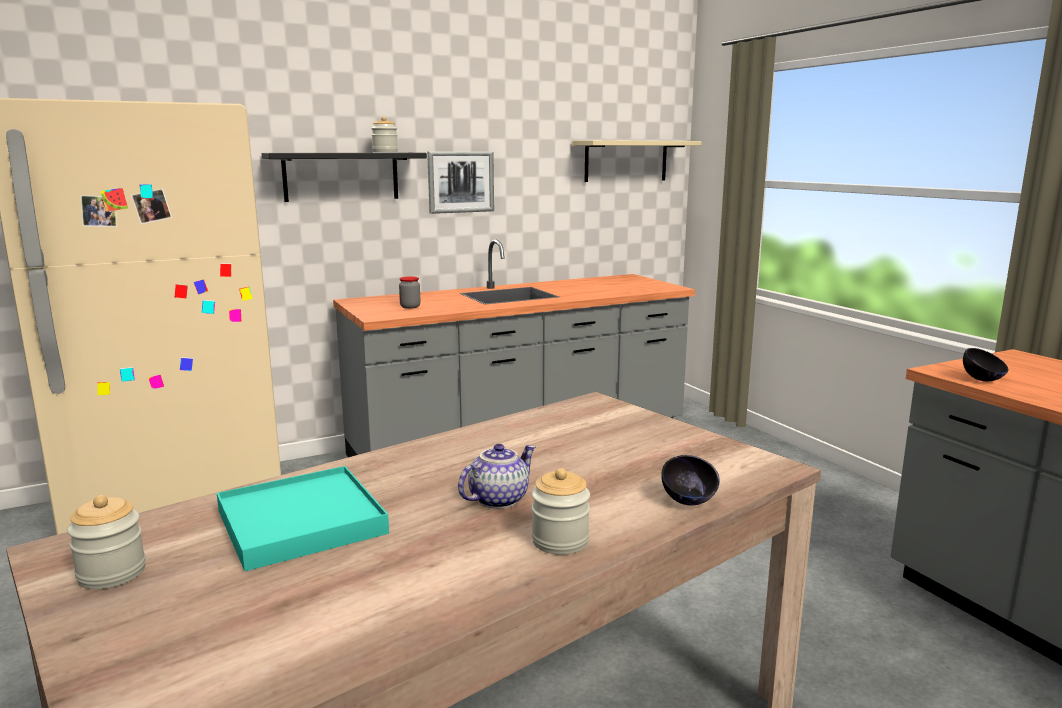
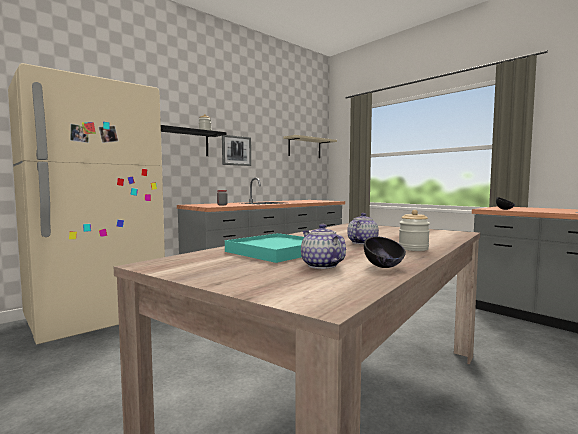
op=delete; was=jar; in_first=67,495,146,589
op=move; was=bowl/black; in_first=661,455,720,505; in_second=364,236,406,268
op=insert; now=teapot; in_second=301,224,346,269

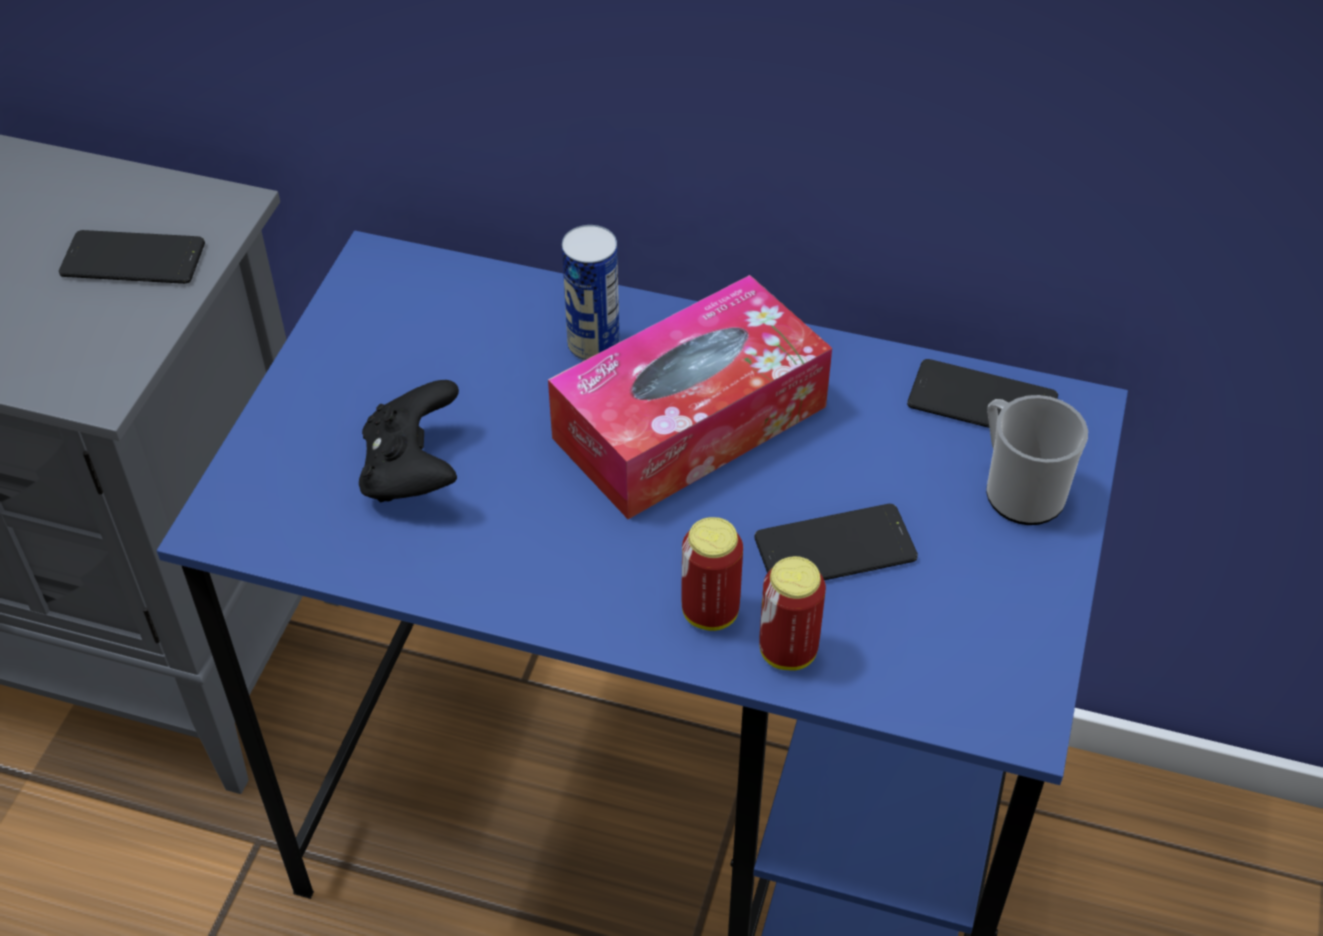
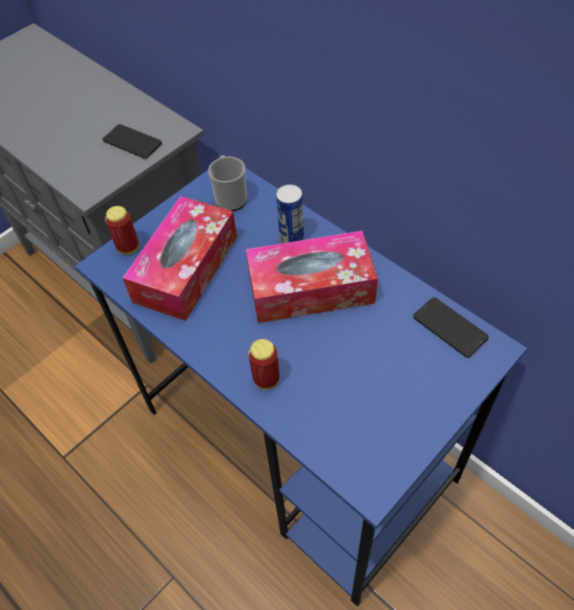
op=replace; was=game controller/black; now=tissue box; in_first=359,380,459,503; in_second=123,196,237,321
op=delete; was=phone; in_first=754,504,918,580
op=move; was=can; in_first=759,556,826,671; in_second=105,206,139,254
op=move; was=mug; in_first=986,395,1088,525; in_second=208,155,248,211

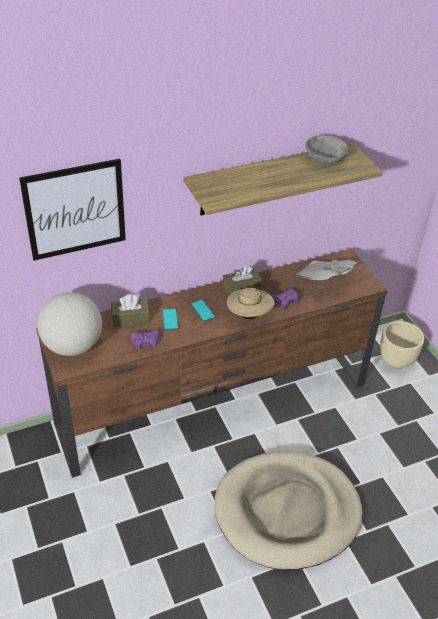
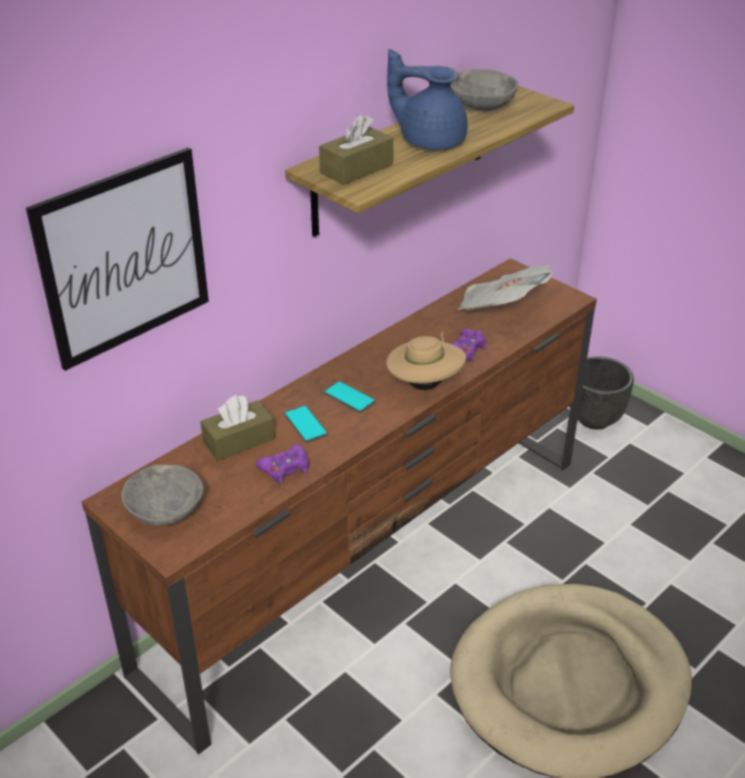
op=replace; was=globe; now=bowl/grey; in_first=37,292,102,356; in_second=121,465,204,526
op=move; was=tissue box/brown; in_first=223,266,262,297; in_second=319,114,393,185
op=recolor; was=planter/beige; now=planter/black; in_first=380,321,424,369; in_second=569,356,634,429
op=insert; now=teapot/blue; in_second=387,49,468,150

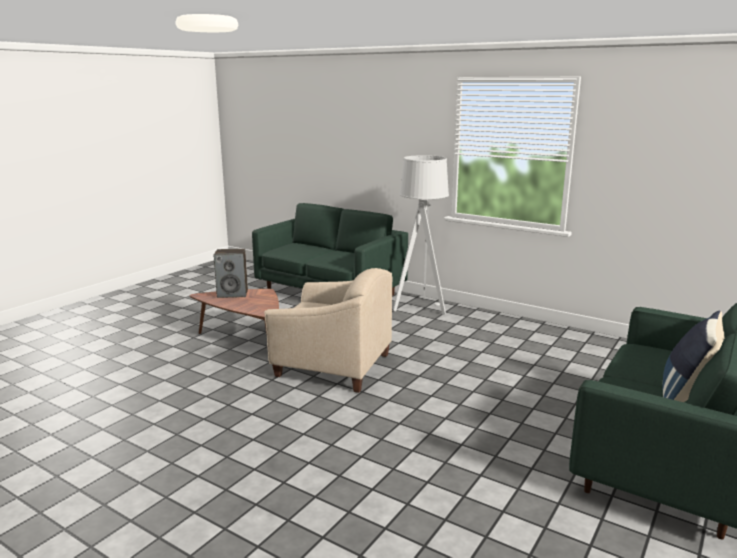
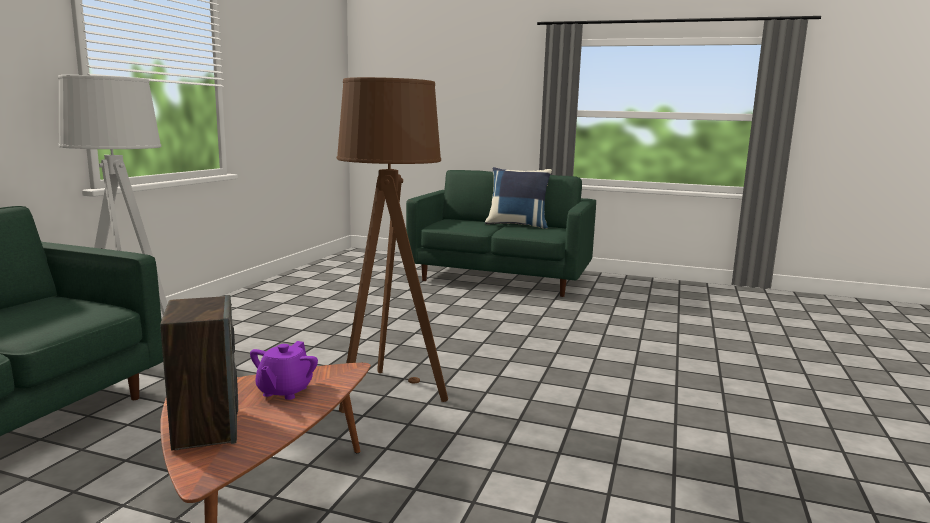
op=replace; was=armchair/beige; now=floor lamp/brown; in_first=264,268,392,393; in_second=337,77,448,413
op=insert; now=teapot/purple; in_second=250,341,318,400

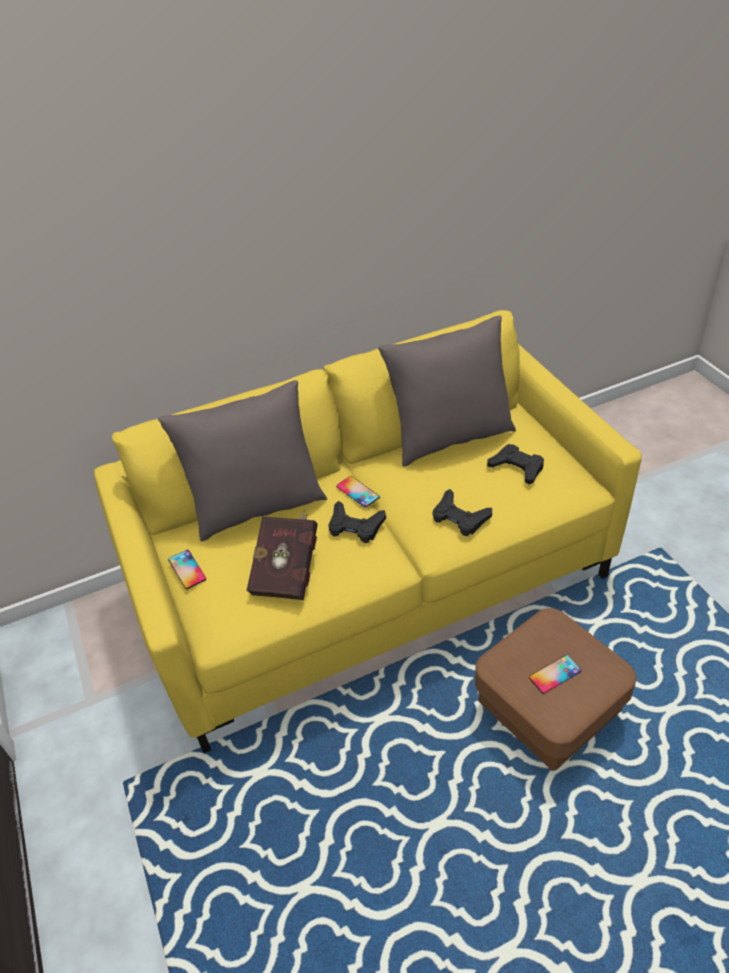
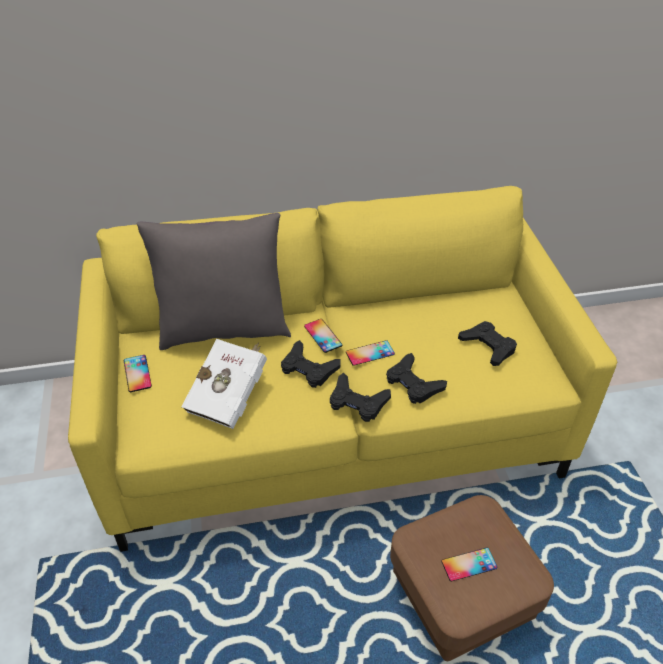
op=recolor; was=book/red; now=book/white; in_first=246,511,318,600; in_second=181,338,267,429
op=delete; was=pillow/grey; in_first=378,315,516,467
op=insert; now=game controller/black; in_second=330,373,391,422
op=insert; now=phone; in_second=346,340,395,366

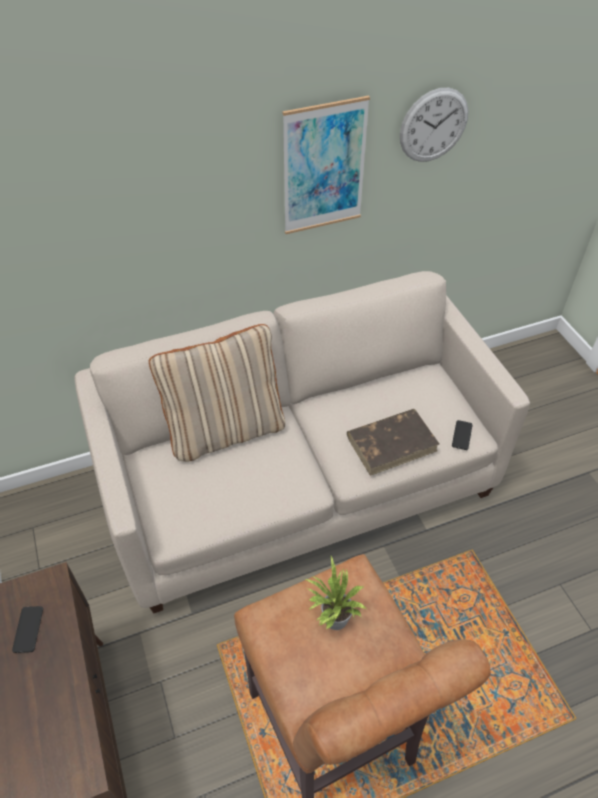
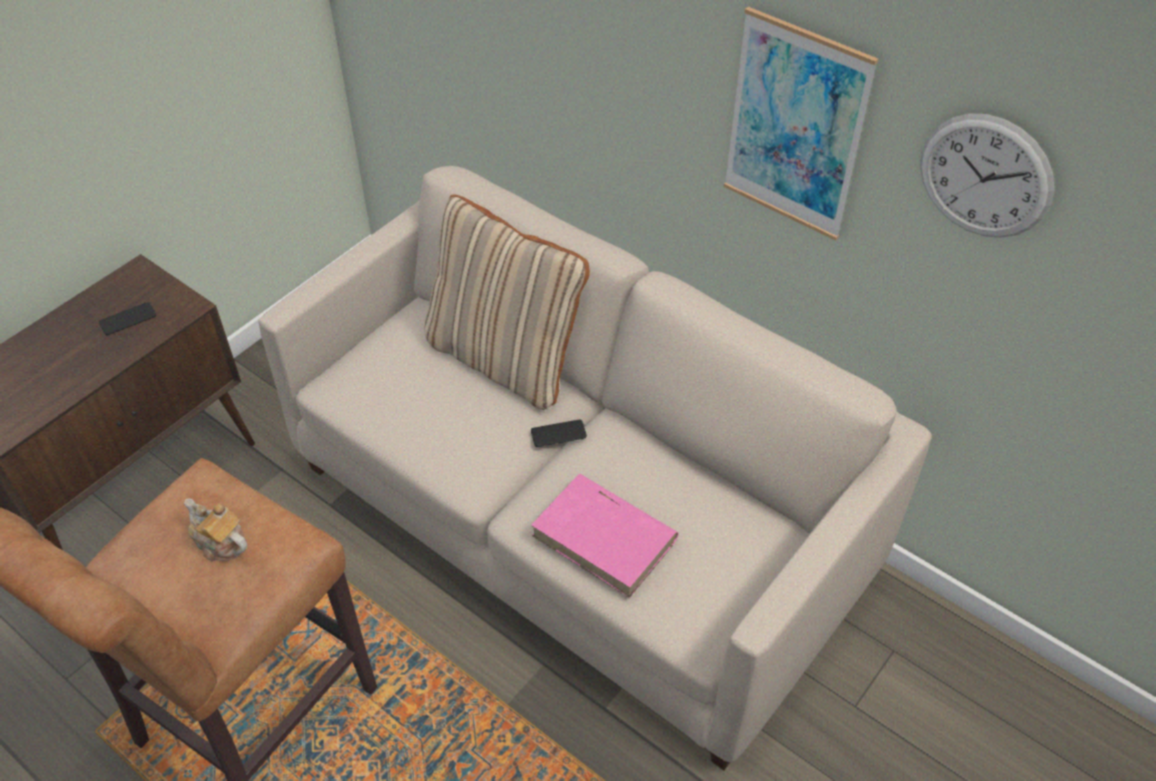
op=replace; was=potted plant; now=teapot; in_first=305,556,367,630; in_second=184,499,247,562
op=recolor; was=book/brown; now=book/pink; in_first=347,409,439,476; in_second=531,474,678,598
op=move; was=phone; in_first=452,420,472,450; in_second=531,420,587,447

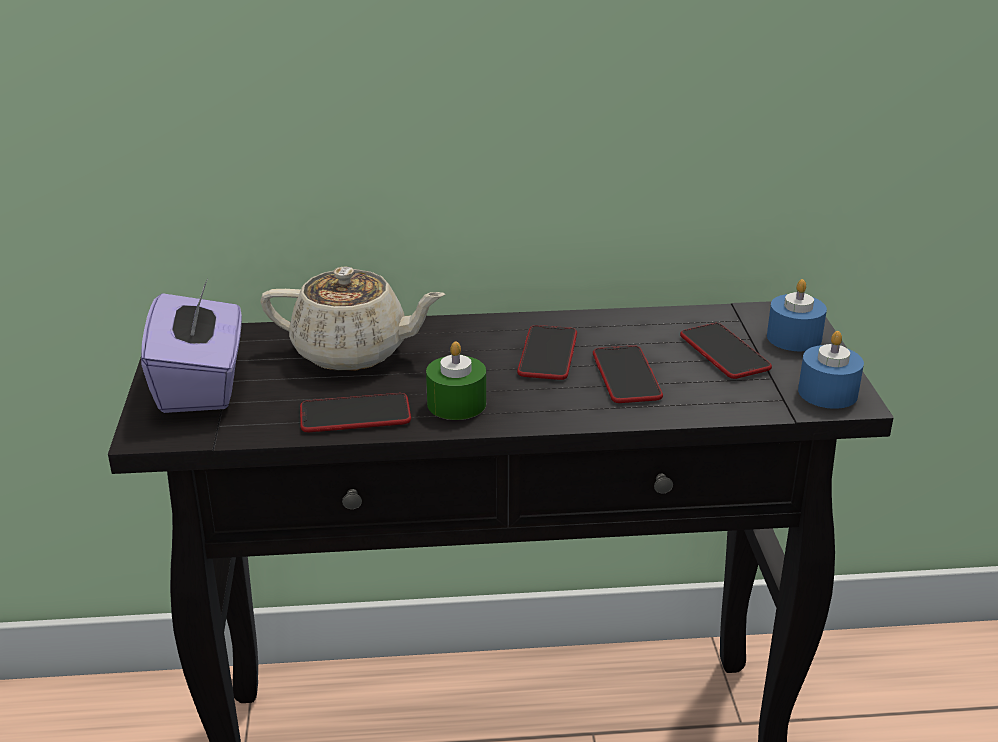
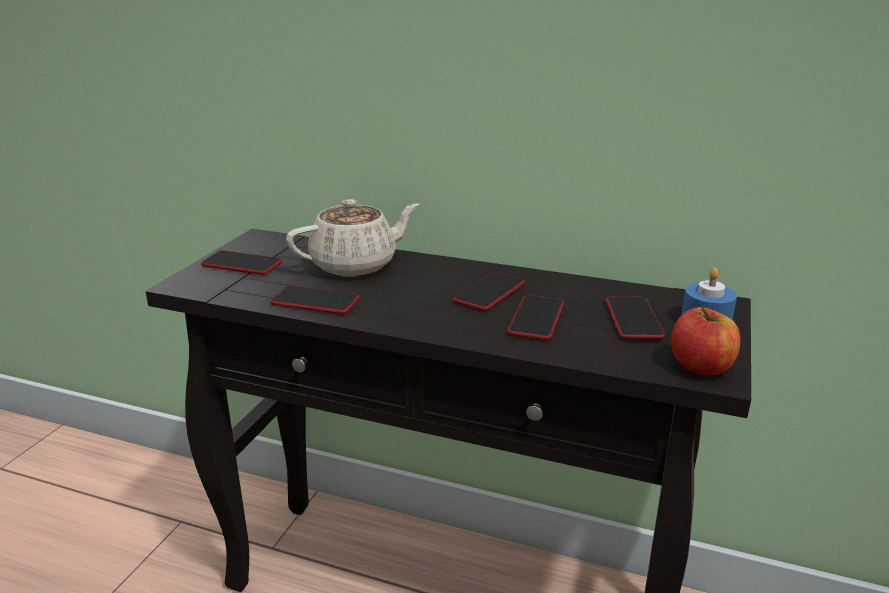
op=replace; was=tissue box/purple; now=phone; in_first=141,280,242,413; in_second=201,250,282,275
op=rotate; was=teapot/beige; in_first=261,267,446,371; in_second=286,199,419,277; clockwise=-60
op=delete; was=candle/green; in_first=426,341,486,420
op=replace; was=candle/blue; now=apple; in_first=798,331,864,409; in_second=671,307,741,376

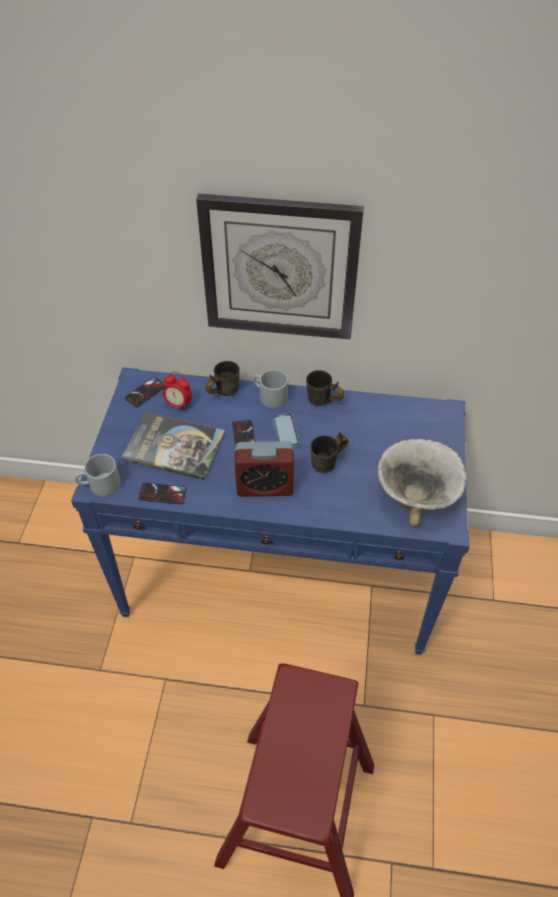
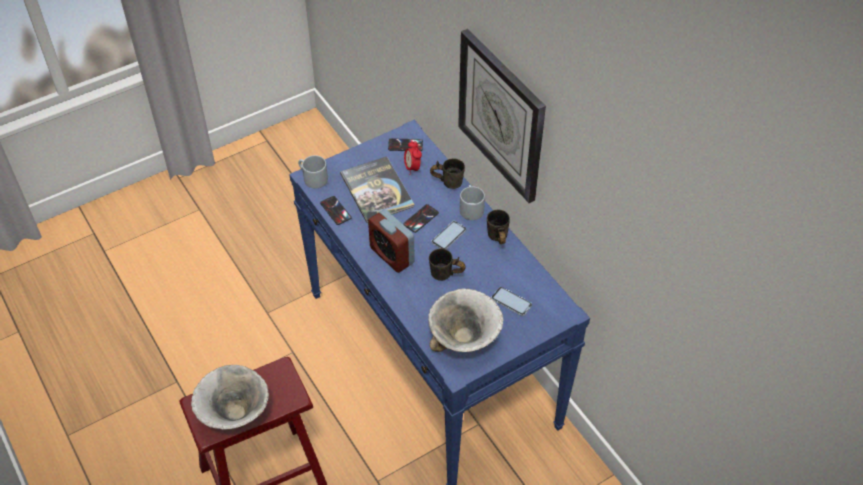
op=insert; now=bowl; in_second=191,365,269,429
op=insert; now=phone; in_second=491,287,532,316

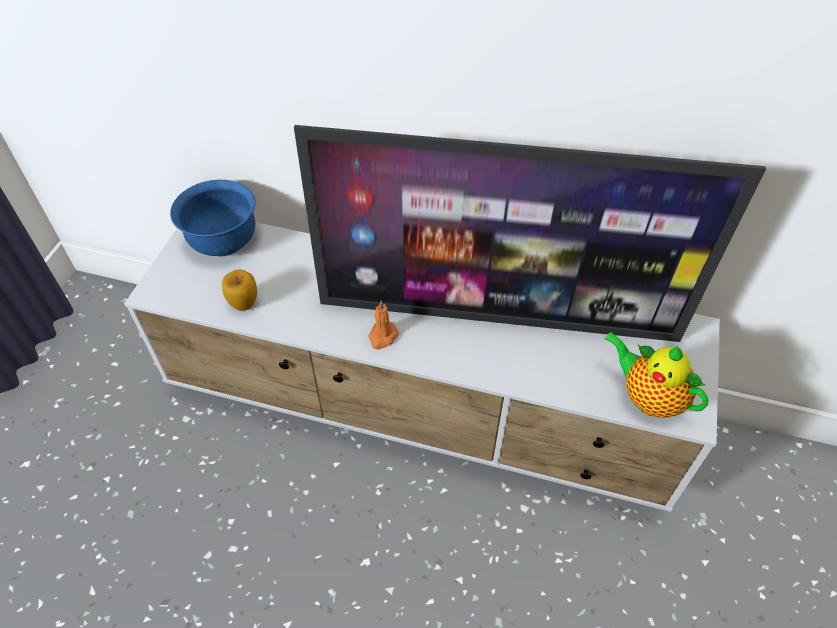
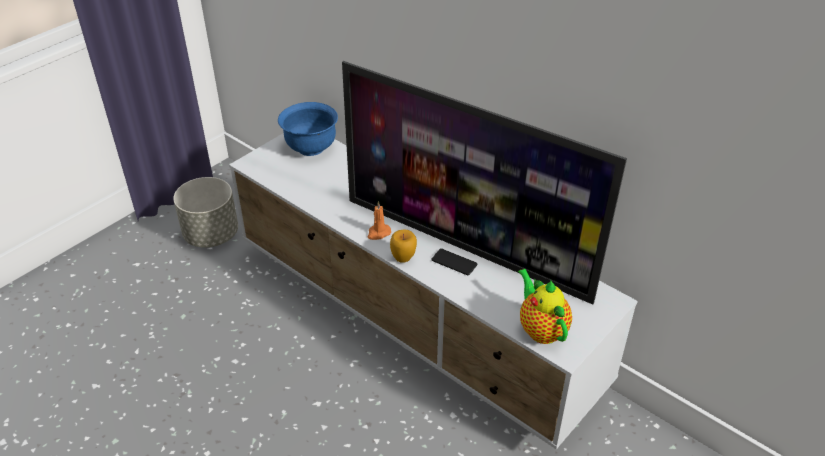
op=move; was=apple; in_first=222,269,257,311; in_second=390,229,417,263
op=insert; now=planter/grey; in_second=173,177,238,247
op=insert; now=phone; in_second=431,248,478,275

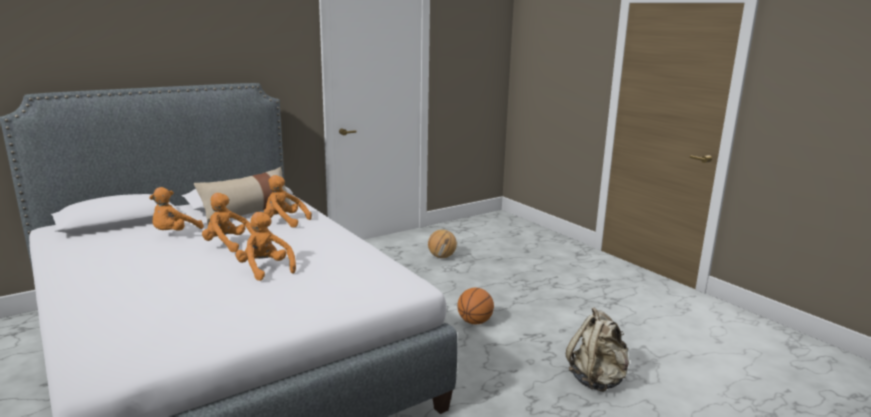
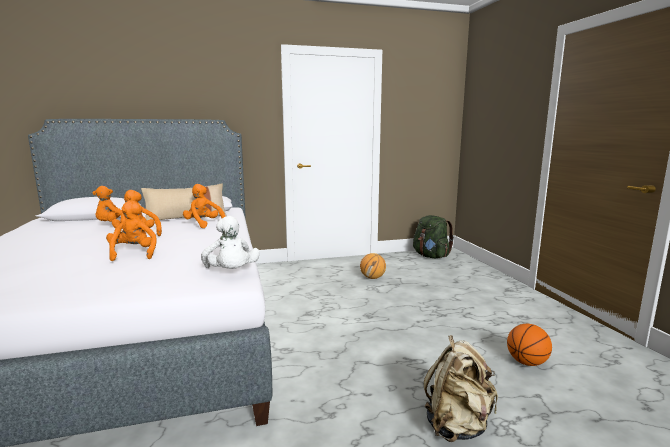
op=move; was=basketball; in_first=457,288,494,324; in_second=507,324,552,366
op=insert; now=plush toy/white; in_second=201,216,260,269
op=insert; now=backpack/green; in_second=413,215,454,258

